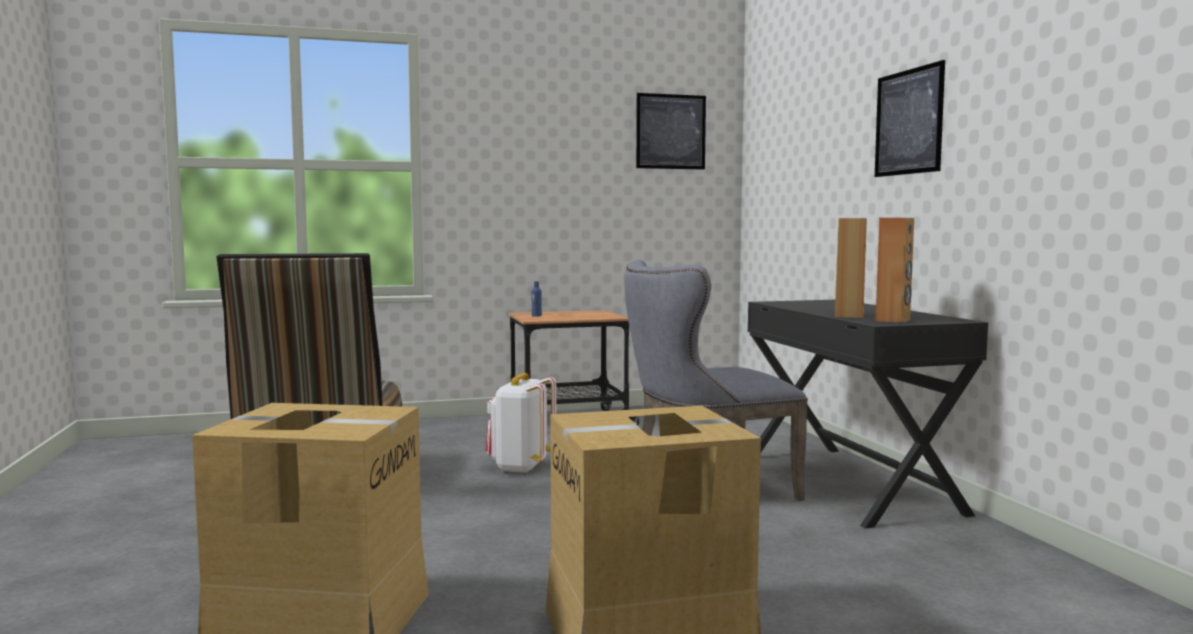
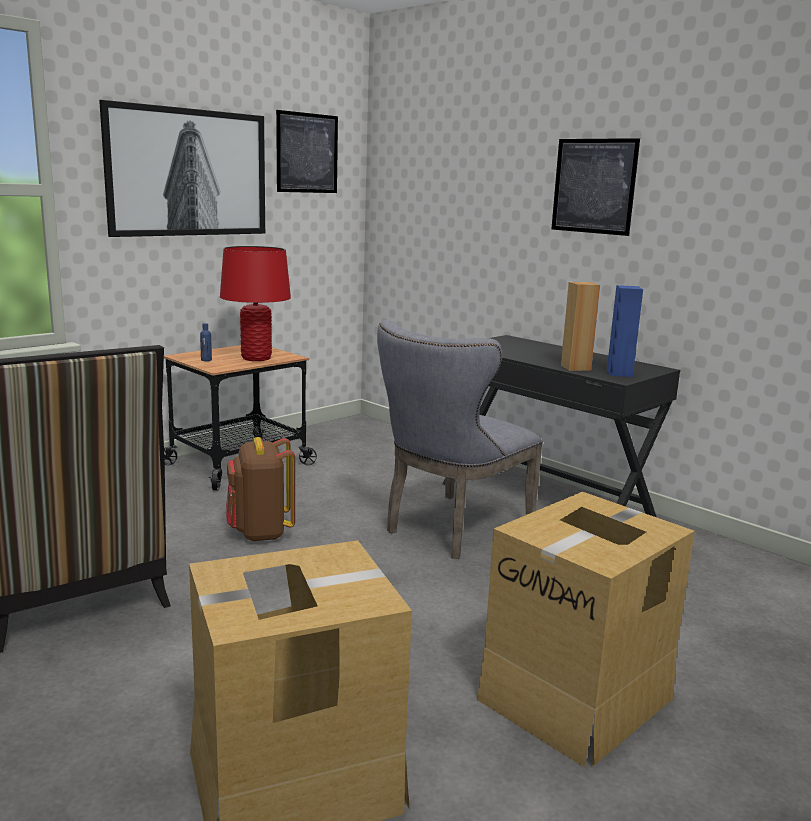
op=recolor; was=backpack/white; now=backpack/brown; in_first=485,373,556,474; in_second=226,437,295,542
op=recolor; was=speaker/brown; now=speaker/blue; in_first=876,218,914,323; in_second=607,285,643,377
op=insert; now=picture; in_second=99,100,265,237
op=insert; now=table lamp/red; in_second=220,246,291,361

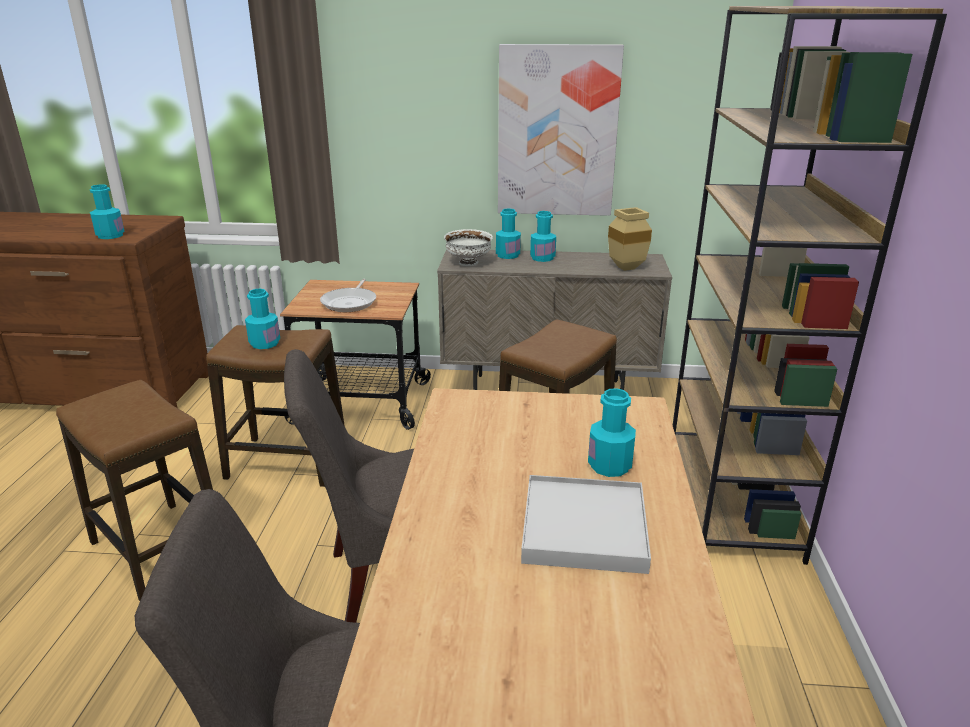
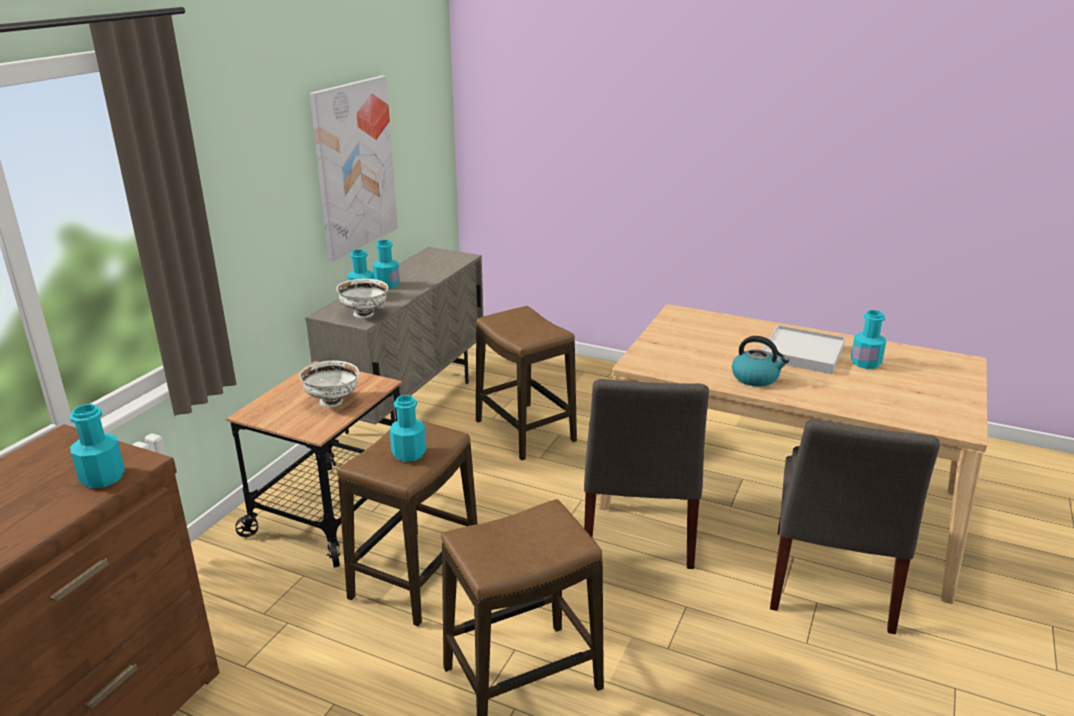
op=replace; was=frying pan; now=bowl/white; in_first=320,279,376,312; in_second=299,361,359,407
op=move; was=bottle/turquoise; in_first=588,388,636,477; in_second=851,310,886,369
op=delete; was=vase/beige; in_first=608,207,652,271
op=delete; was=bookcase/brown; in_first=673,6,947,565
op=insert; now=kettle; in_second=732,336,789,387

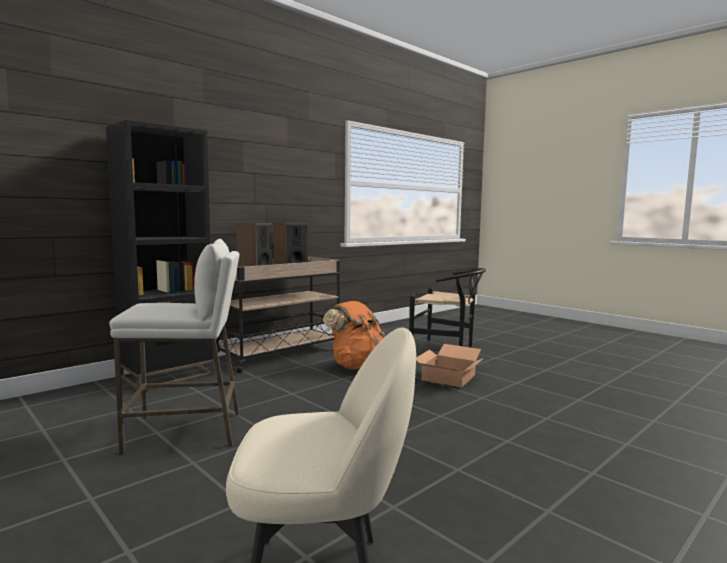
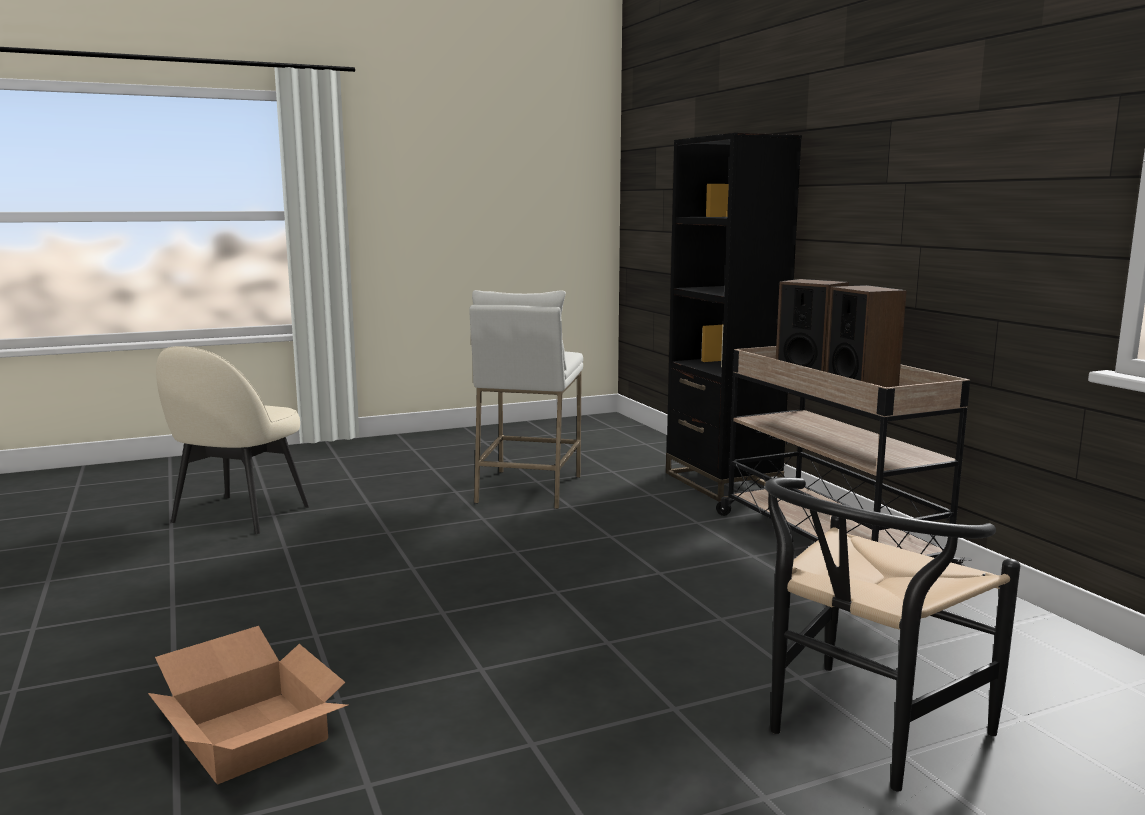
op=delete; was=backpack/orange; in_first=323,301,385,369
op=move; was=cardboard box; in_first=416,344,484,388; in_second=148,626,348,784

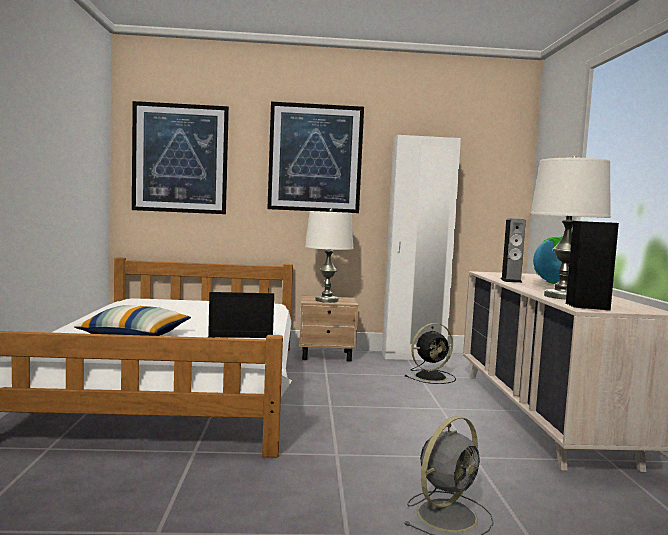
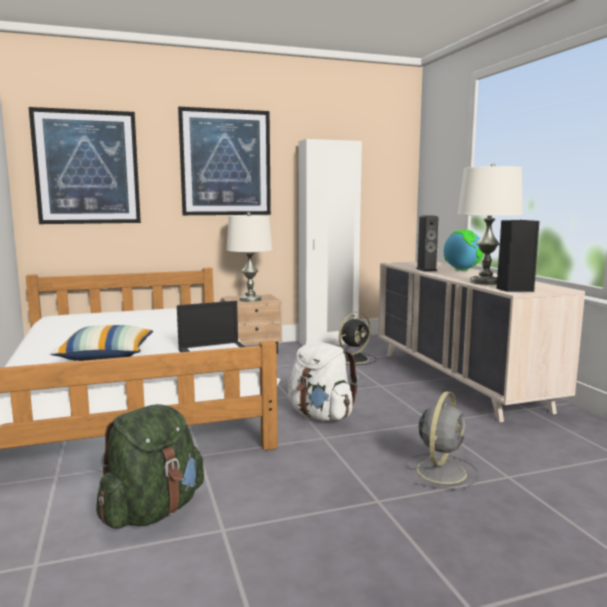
op=insert; now=backpack/green; in_second=96,404,204,529
op=insert; now=backpack/white; in_second=288,342,359,421

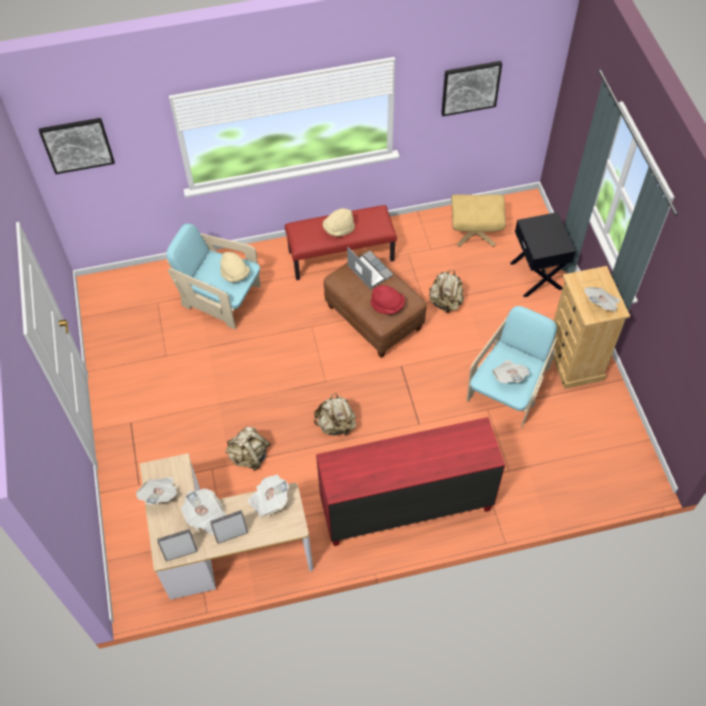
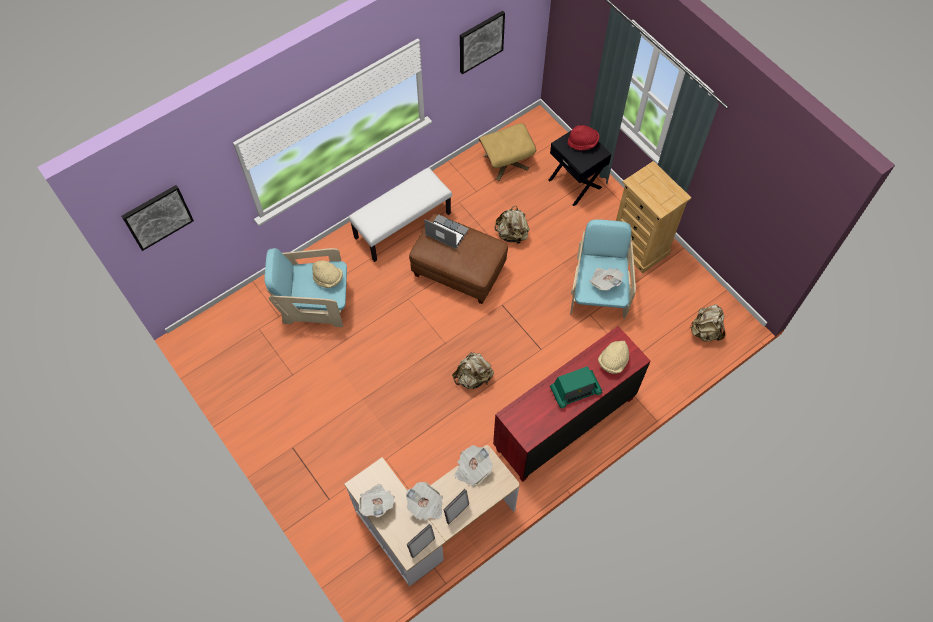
op=move; was=backpack/beige; in_first=225,427,271,471; in_second=690,304,725,342
op=recolor; was=bench/red; now=bench/white; in_first=285,205,397,280; in_second=348,167,452,262
op=move; was=hat/beige; in_first=323,208,355,237; in_second=598,341,629,374
op=move; was=hat/red; in_first=370,285,405,315; in_second=568,125,599,151
op=delete; was=newspaper; in_first=584,287,620,311
op=insert; now=radio; in_second=550,366,602,408

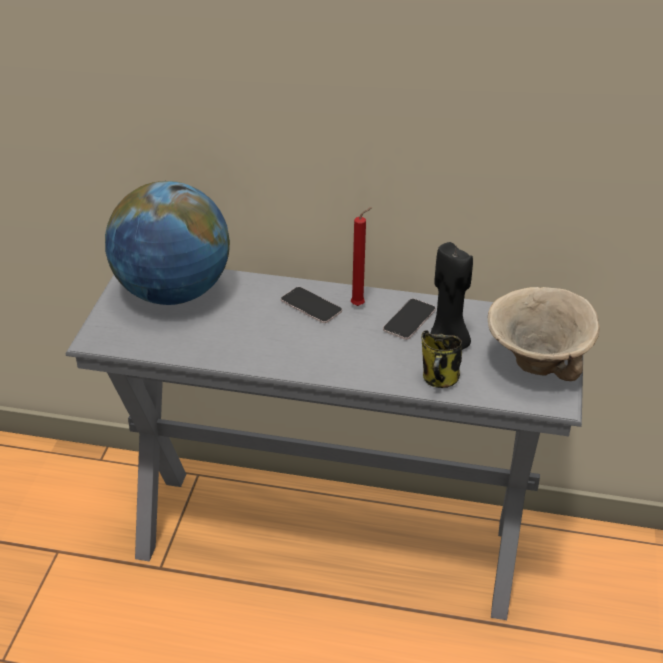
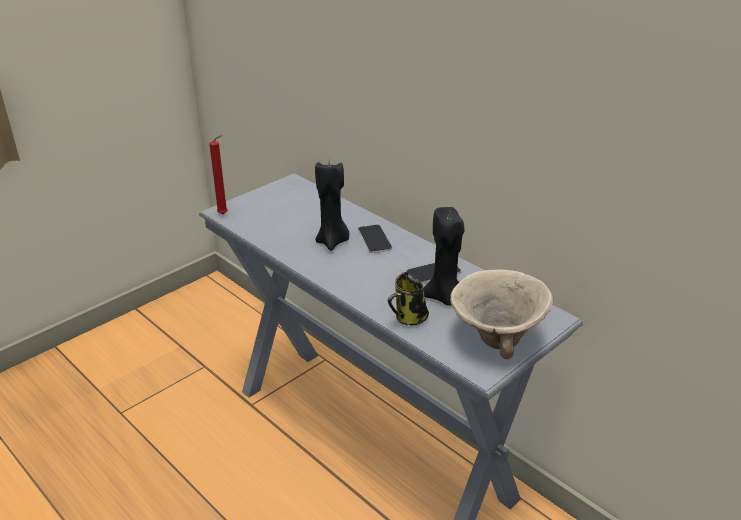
op=delete; was=globe; in_first=105,181,230,305
op=move; was=candle/red; in_first=351,207,372,306; in_second=209,135,228,214
op=insert; now=candle/black; in_second=315,162,349,251

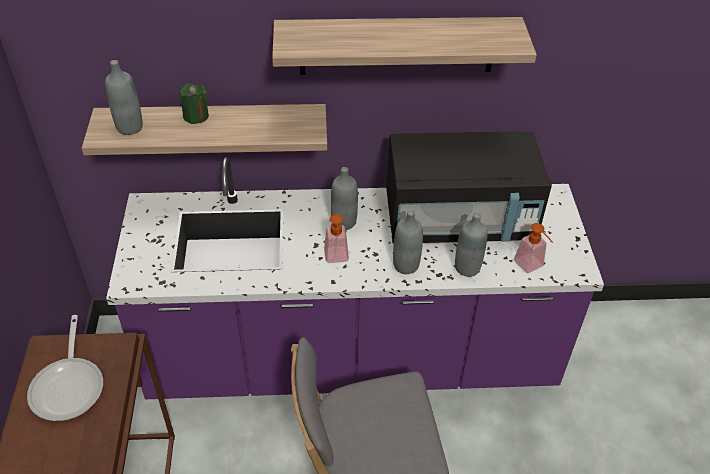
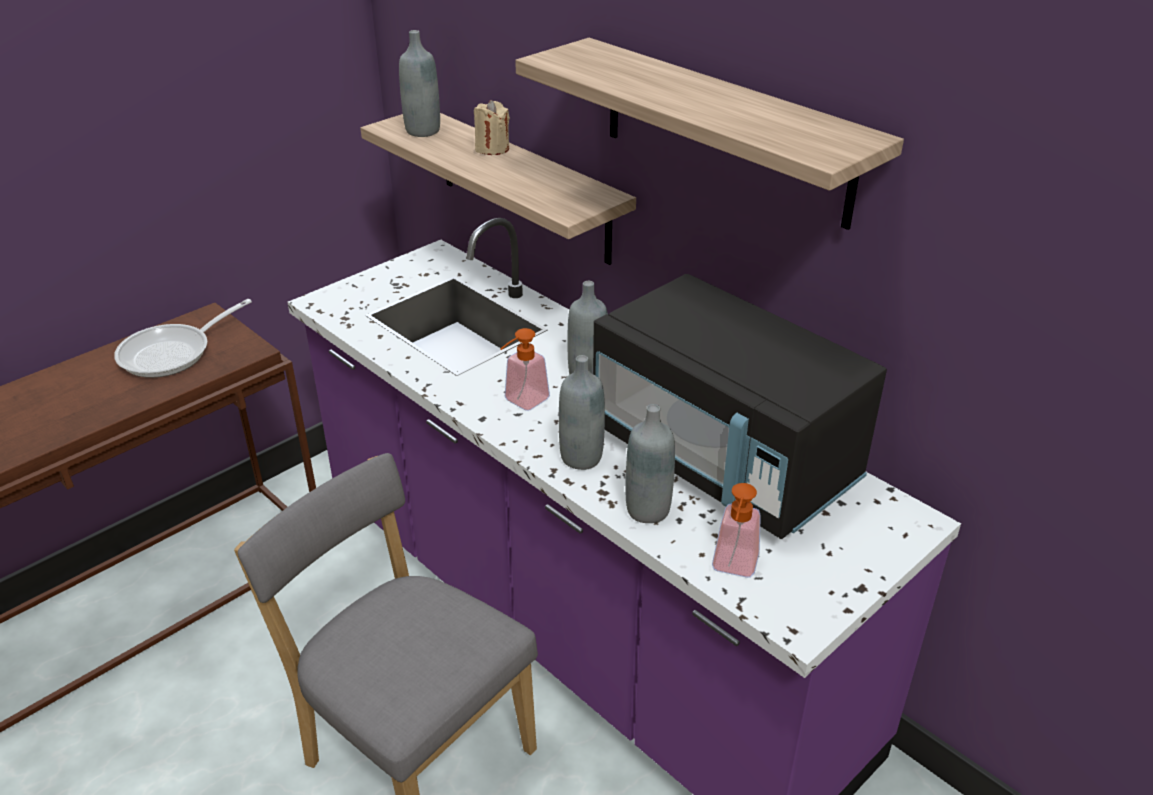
op=recolor; was=candle/green; now=candle/beige; in_first=179,83,209,124; in_second=474,100,510,155

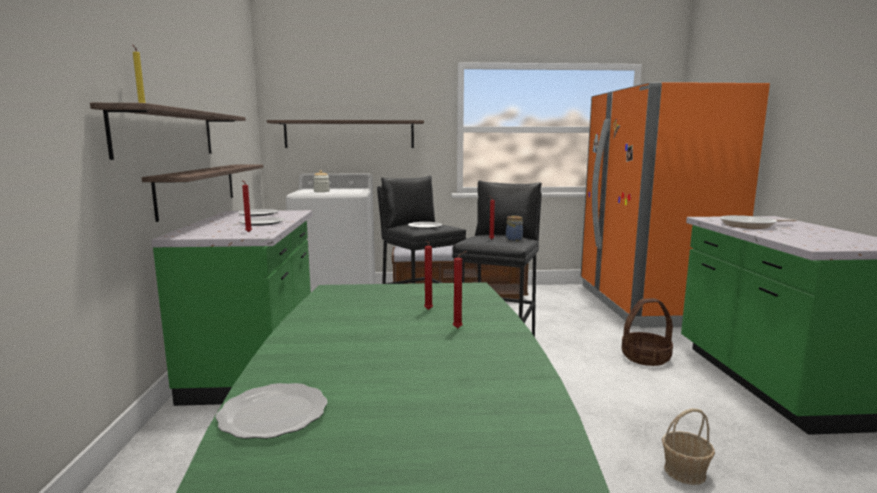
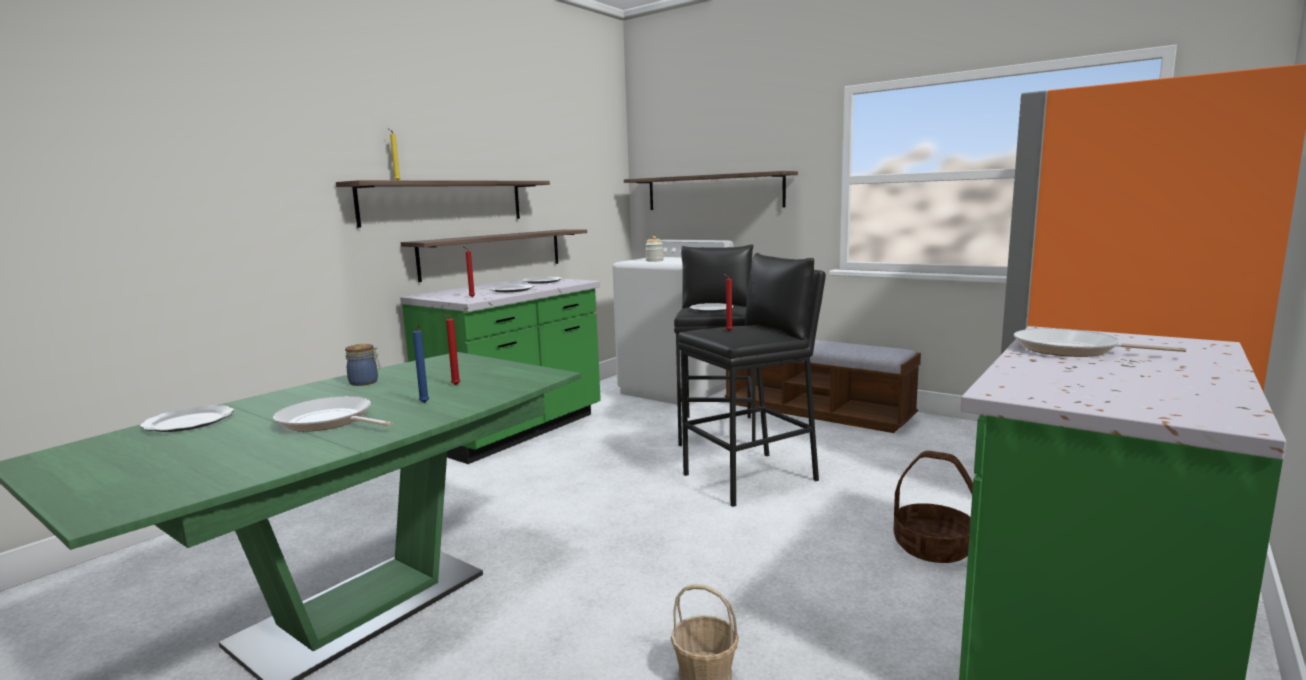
op=recolor; was=candle/red; now=candle/blue; in_first=453,251,467,329; in_second=413,324,429,403
op=move; was=jar; in_first=506,216,523,241; in_second=345,344,381,386
op=insert; now=frying pan; in_second=273,396,392,432

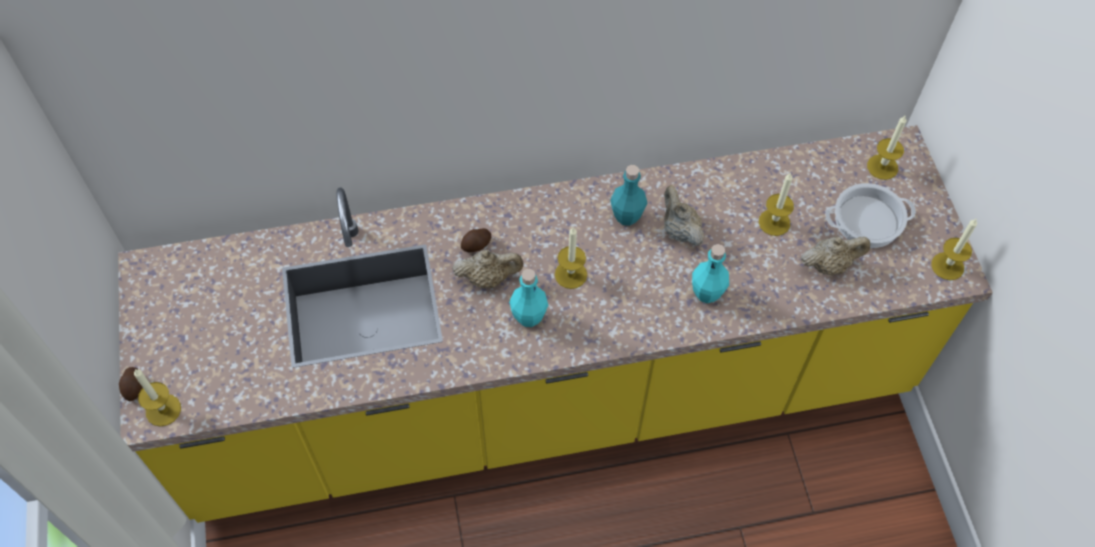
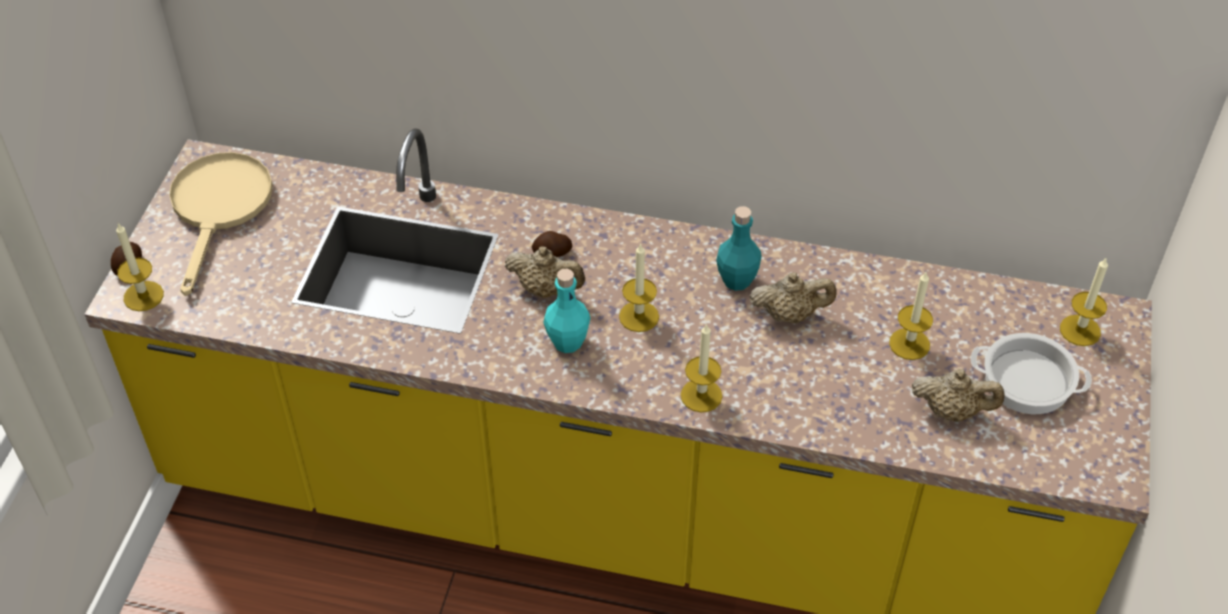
op=rotate; was=teapot/beige; in_first=664,185,704,246; in_second=750,272,837,323; clockwise=90
op=delete; was=bottle/turquoise; in_first=692,244,729,303
op=move; was=candle; in_first=931,219,977,280; in_second=681,323,722,413
op=insert; now=frying pan/beige; in_second=169,152,273,296

